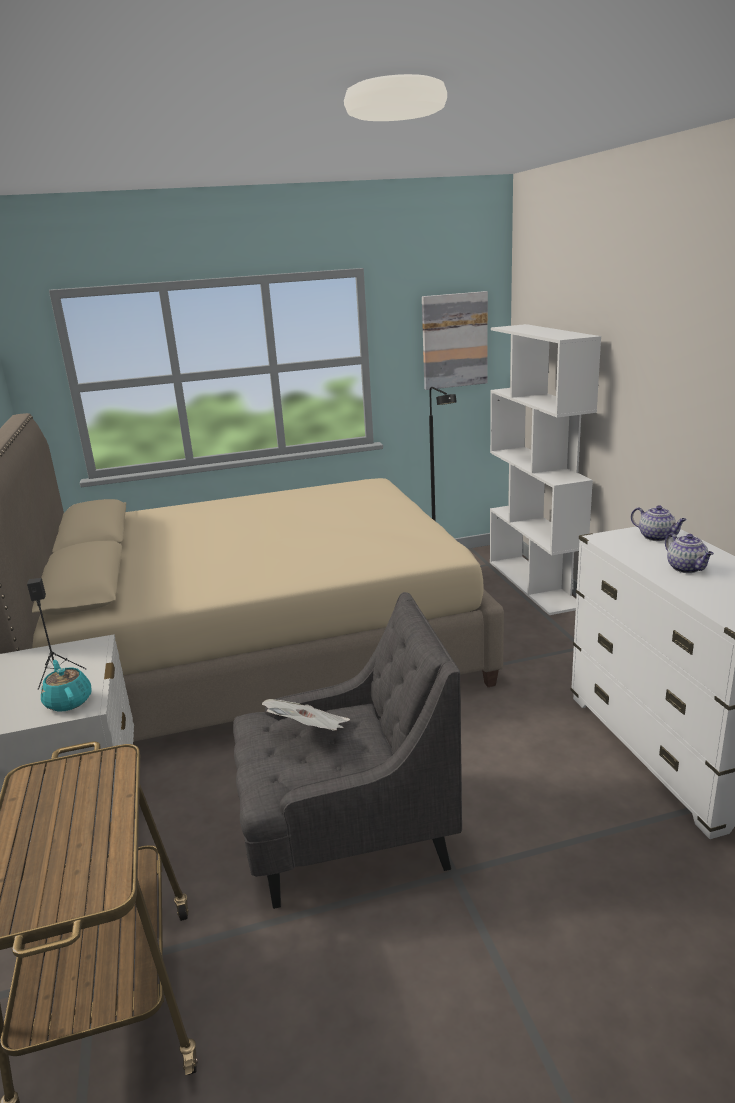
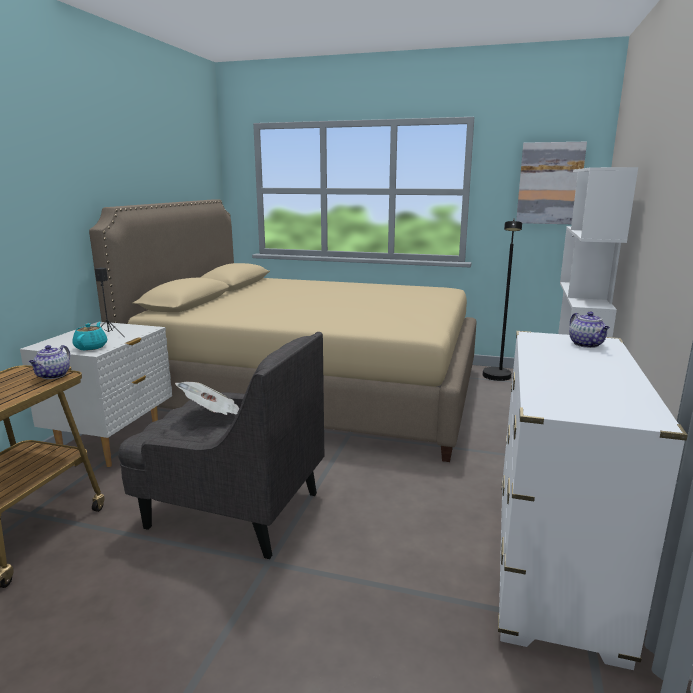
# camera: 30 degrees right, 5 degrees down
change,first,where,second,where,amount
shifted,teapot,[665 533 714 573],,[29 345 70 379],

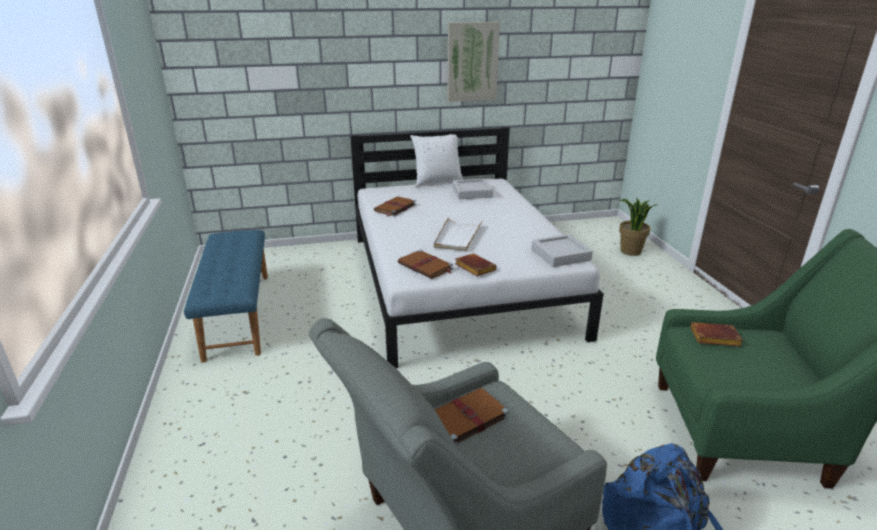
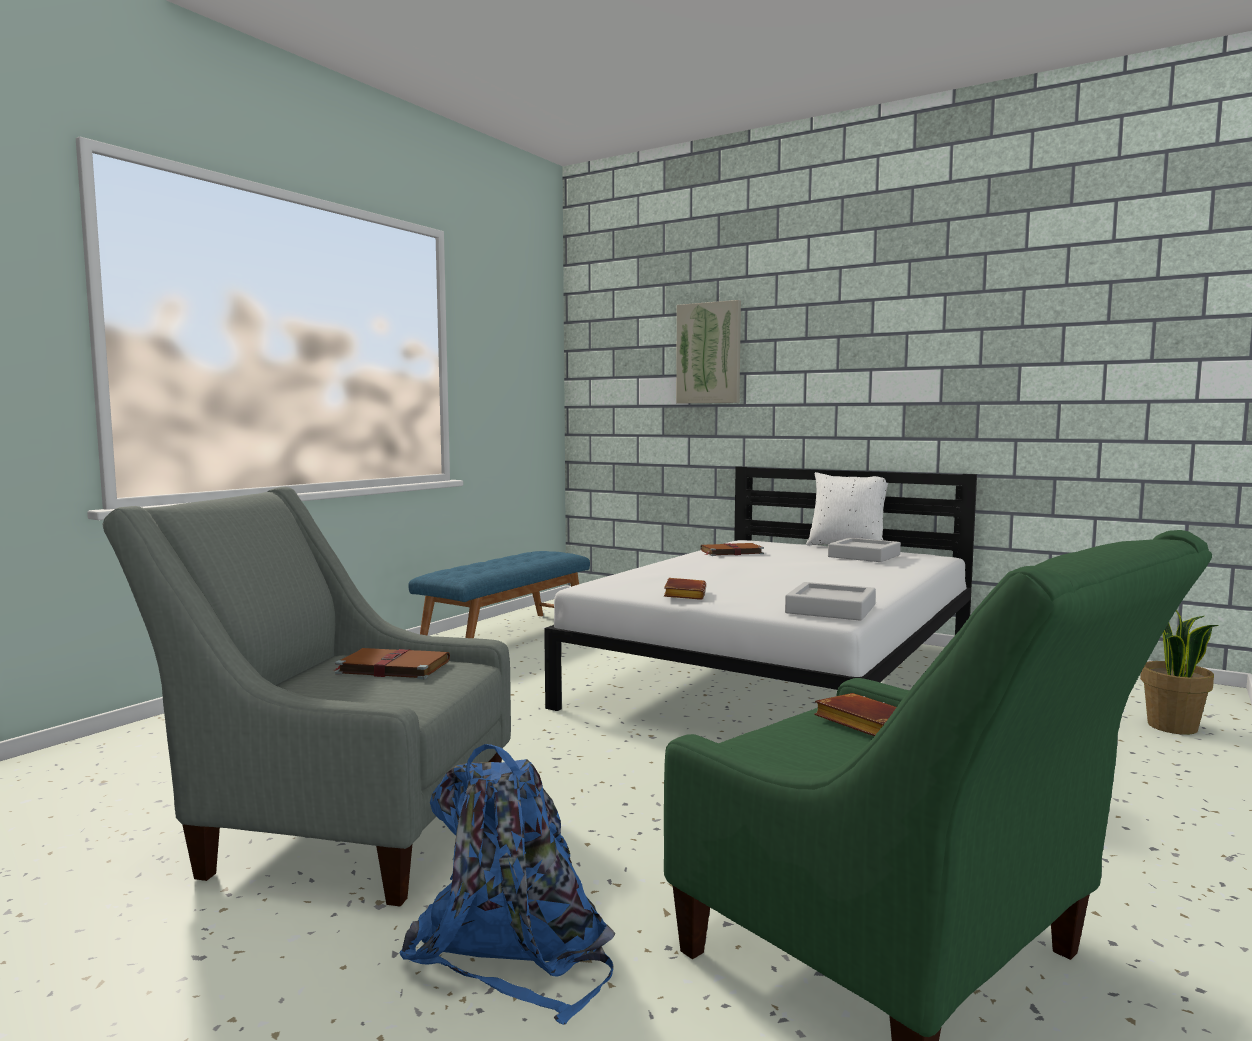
# camera: 45 degrees right, 20 degrees down
change,first,where,second,where,amount
gone,brown-coloured bound book,[398 250 453 279],,,
gone,whitish serving tray,[434 217 482 251],,,
shifted,wall art,[447 22 500 102],,[676 300 741 403],

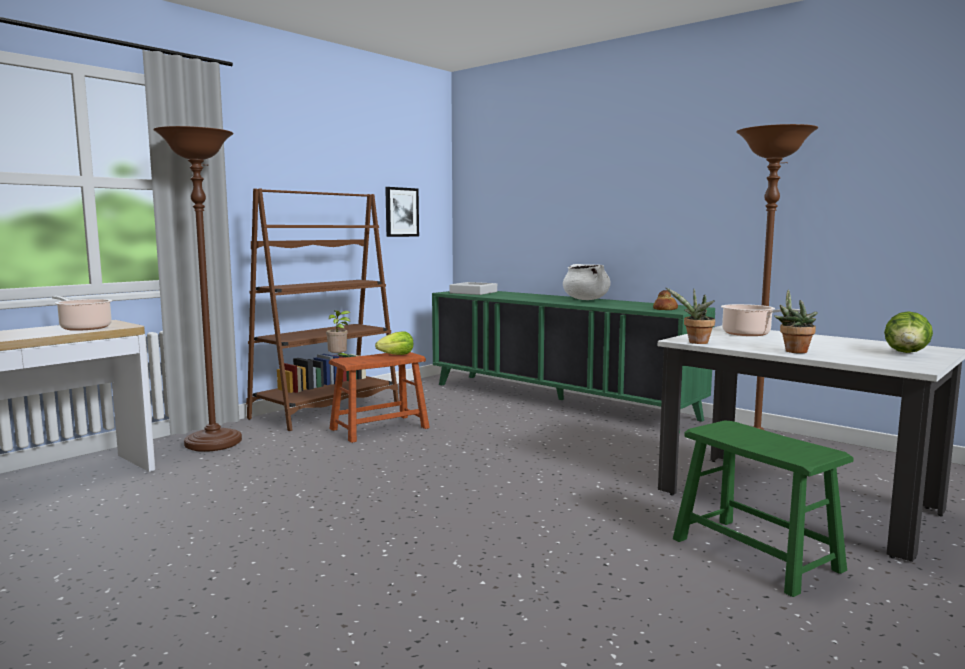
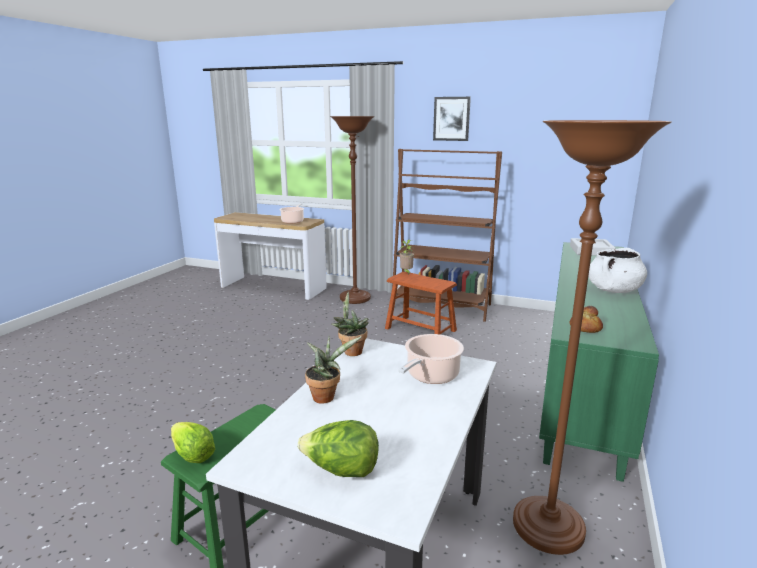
# camera: 70 degrees right, 10 degrees up
change,first,where,second,where,amount
shifted,lettuce,[375 331 413 355],,[171 422 215 463],
shifted,wall art,[385 187 419 237],,[433 97 471 141],

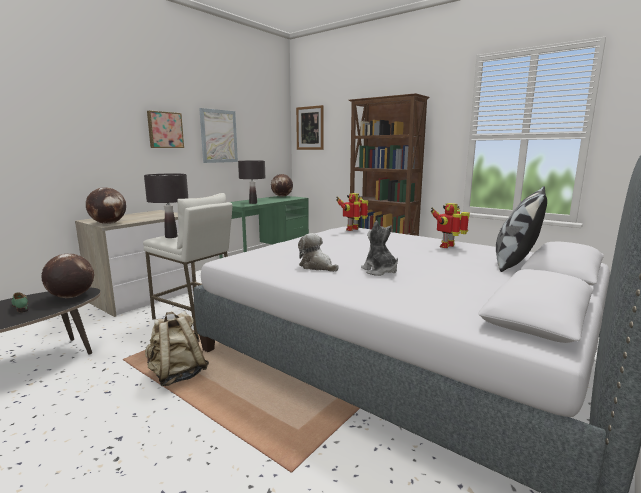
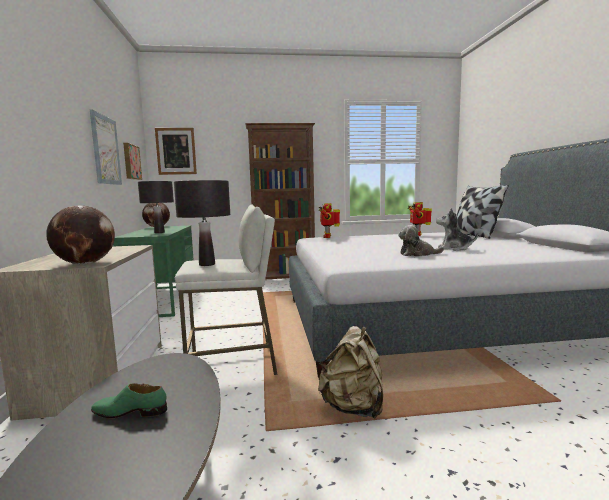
# camera: 45 degrees left, 5 degrees down
change,first,where,second,where,amount
gone,globe,[41 254 94 298],,,
shifted,wall art,[147 111 184 148],,[123 143 142 180],

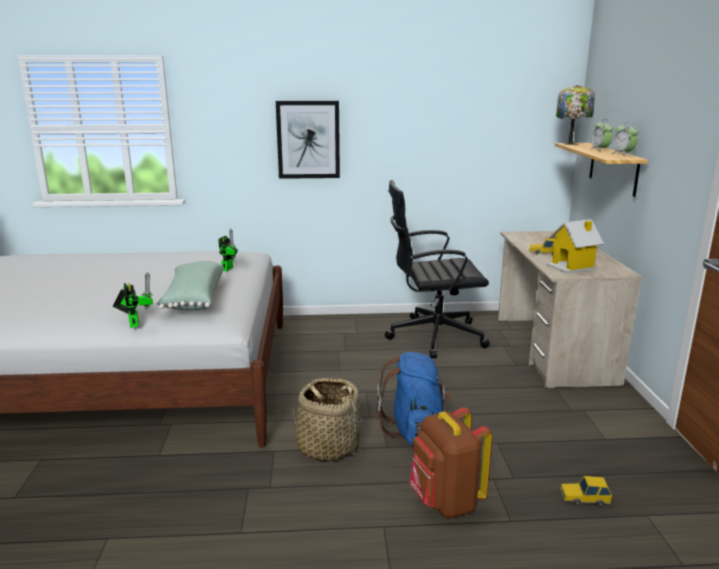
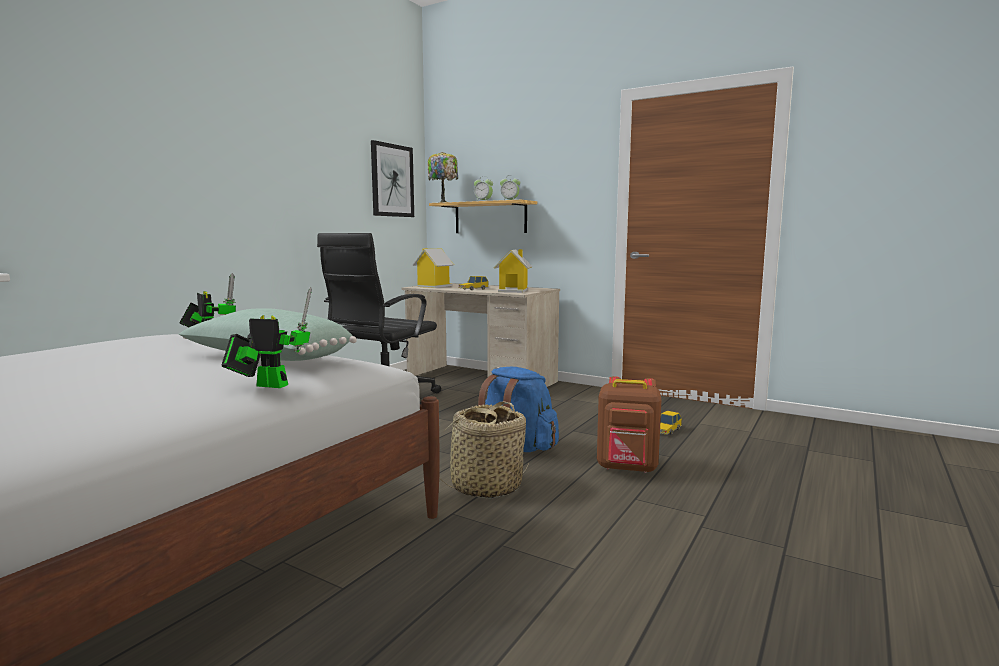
# camera: 55 degrees left, 10 degrees down
change,first,where,second,where,amount
shifted,wall art,[276 101 340 179],,[371 140 414 217],
new,,,miniature house,[412 248 454 288],

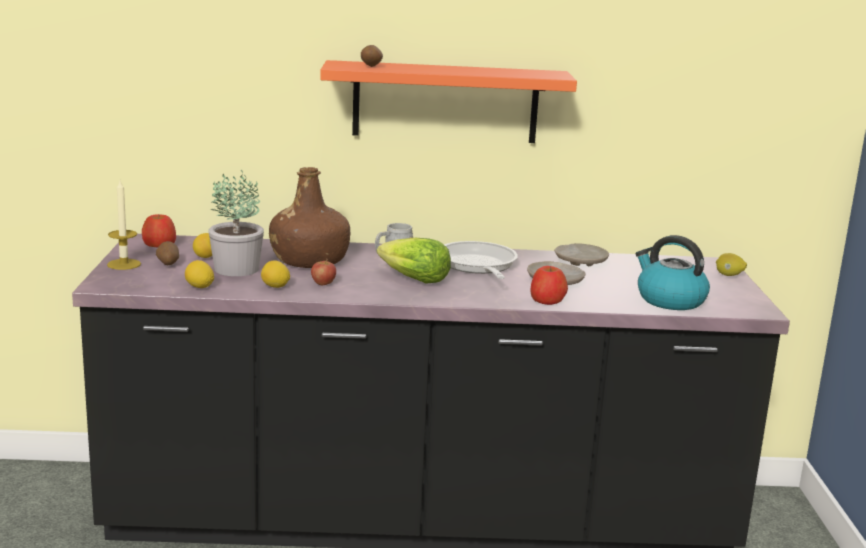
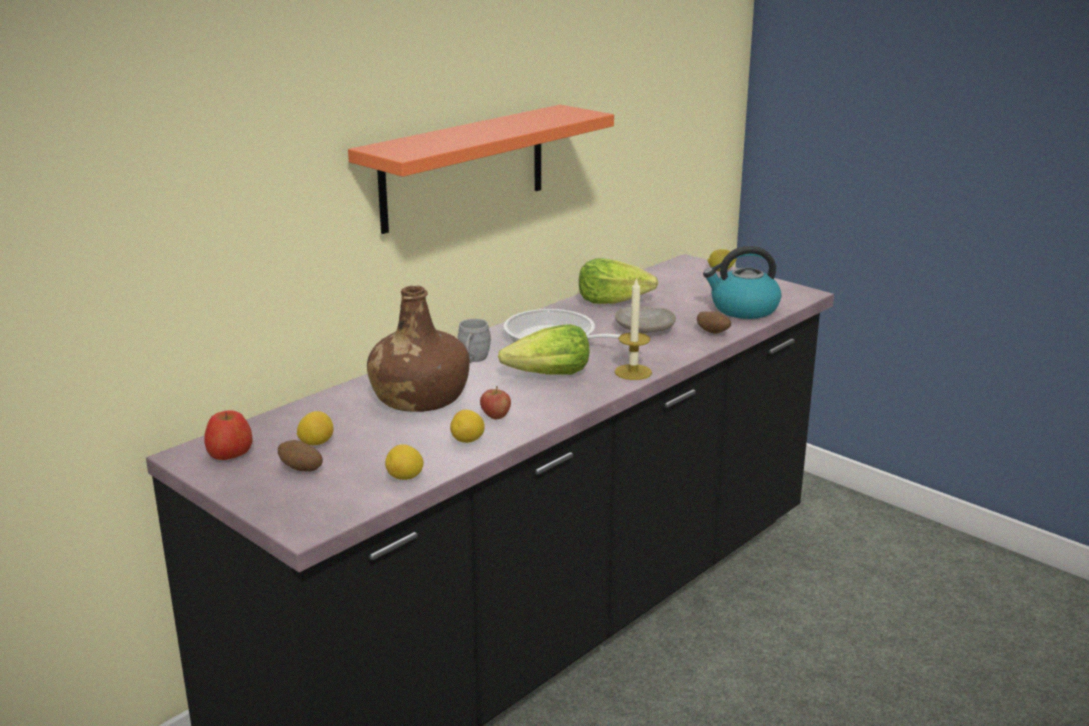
# camera: 45 degrees left, 5 degrees up
change,first,where,second,where,amount
shifted,wax candle,[107 181 141 270],,[615 277 652 380],
gone,plant in a pot,[208 170 264 276],,,
shifted,potato,[361 45 383 67],,[697 311 731 334],
gone,apple,[530 266 568 305],,,
swapped,beige-coloured flat dish,[554 243 609 267],lettuce,[579 258 658 304],

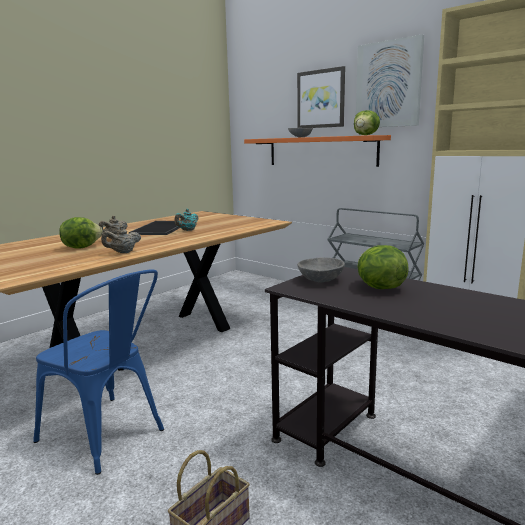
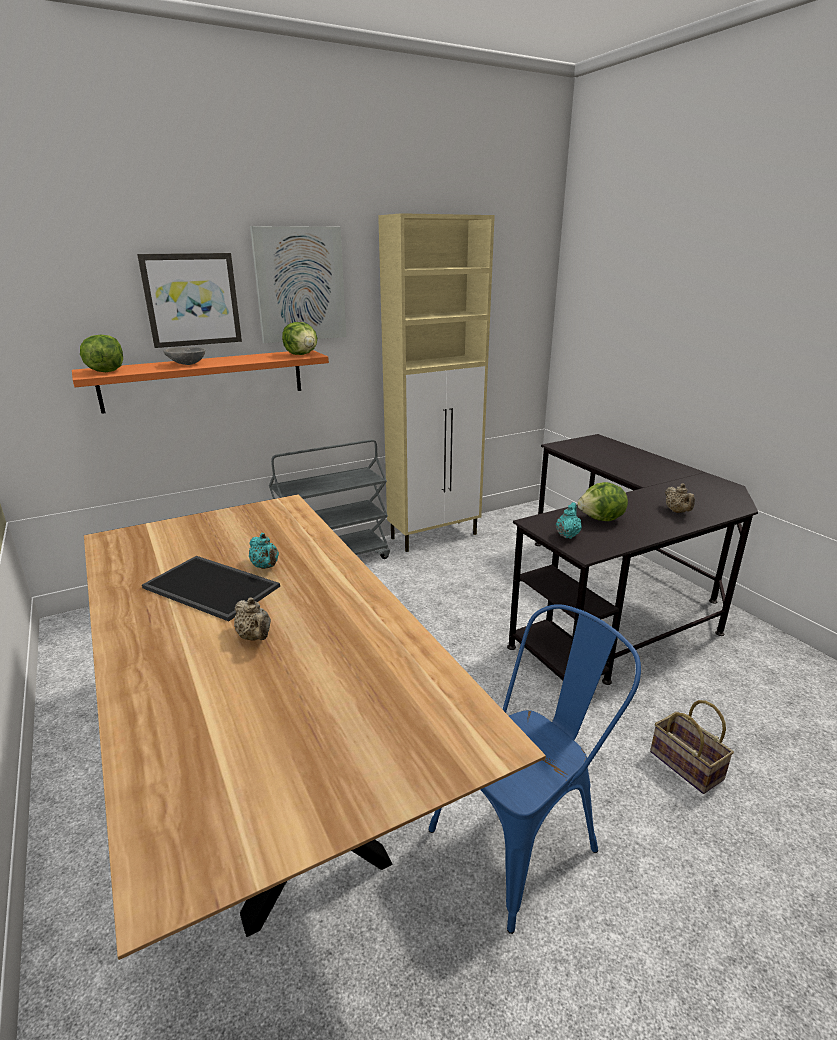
# camera: 70 degrees left, 10 degrees up
change,first,where,second,where,amount
shifted,lettuce,[59 217 103 249],,[80 335 123 372],
shifted,beige-coloured teapot,[101 226 141 253],,[665 483 695 513],
swapped,gray deep dish,[297 257 345 283],turquoise teapot,[556 502 582 539],

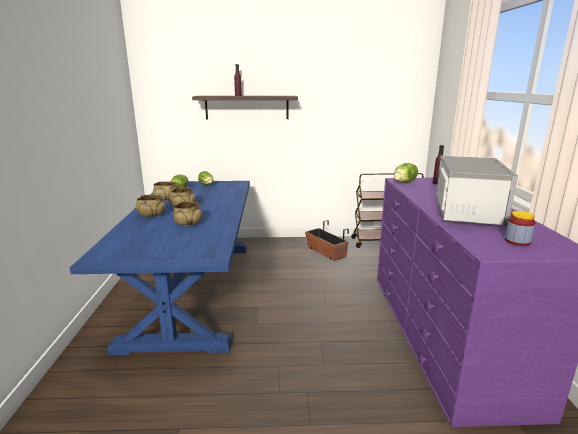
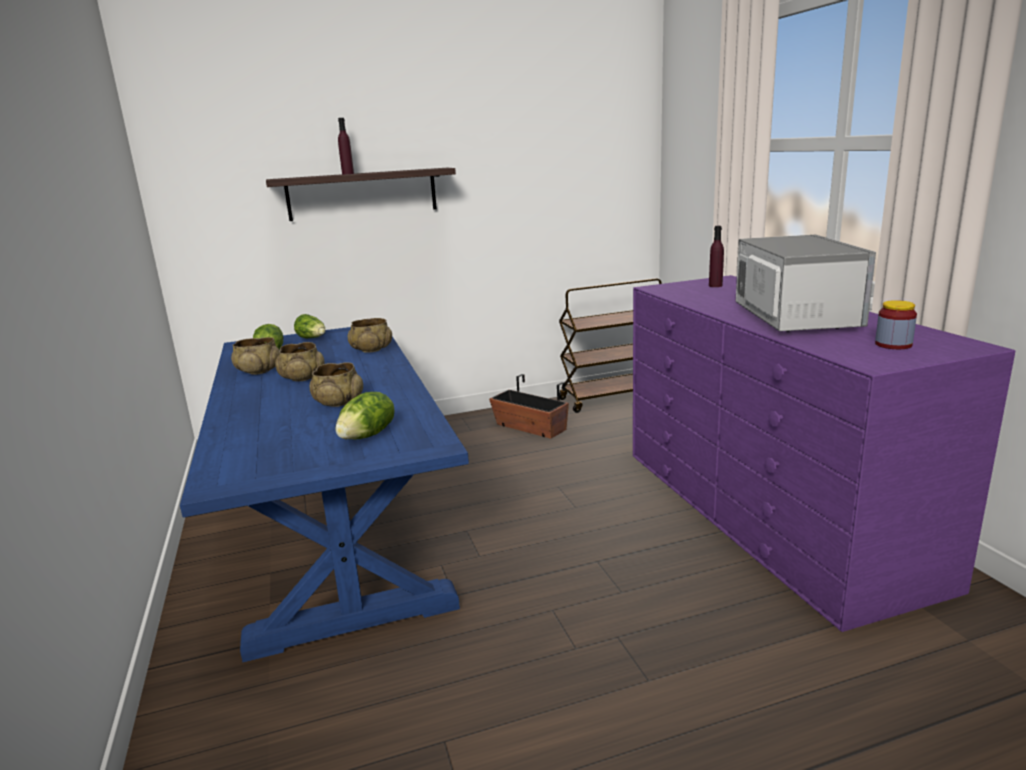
# camera: 15 degrees left, 0 degrees up
change,first,where,second,where,amount
shifted,beige-coloured deep dish,[136 194 166 217],,[348 318 392 353],
shifted,lettuce,[394 163 418 183],,[336 392 394 440],

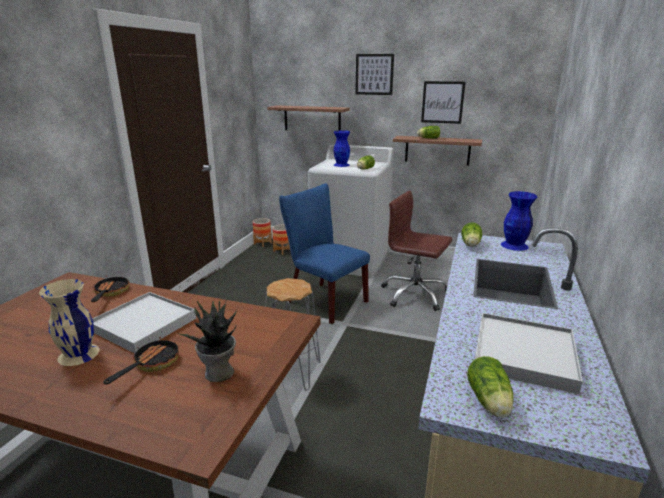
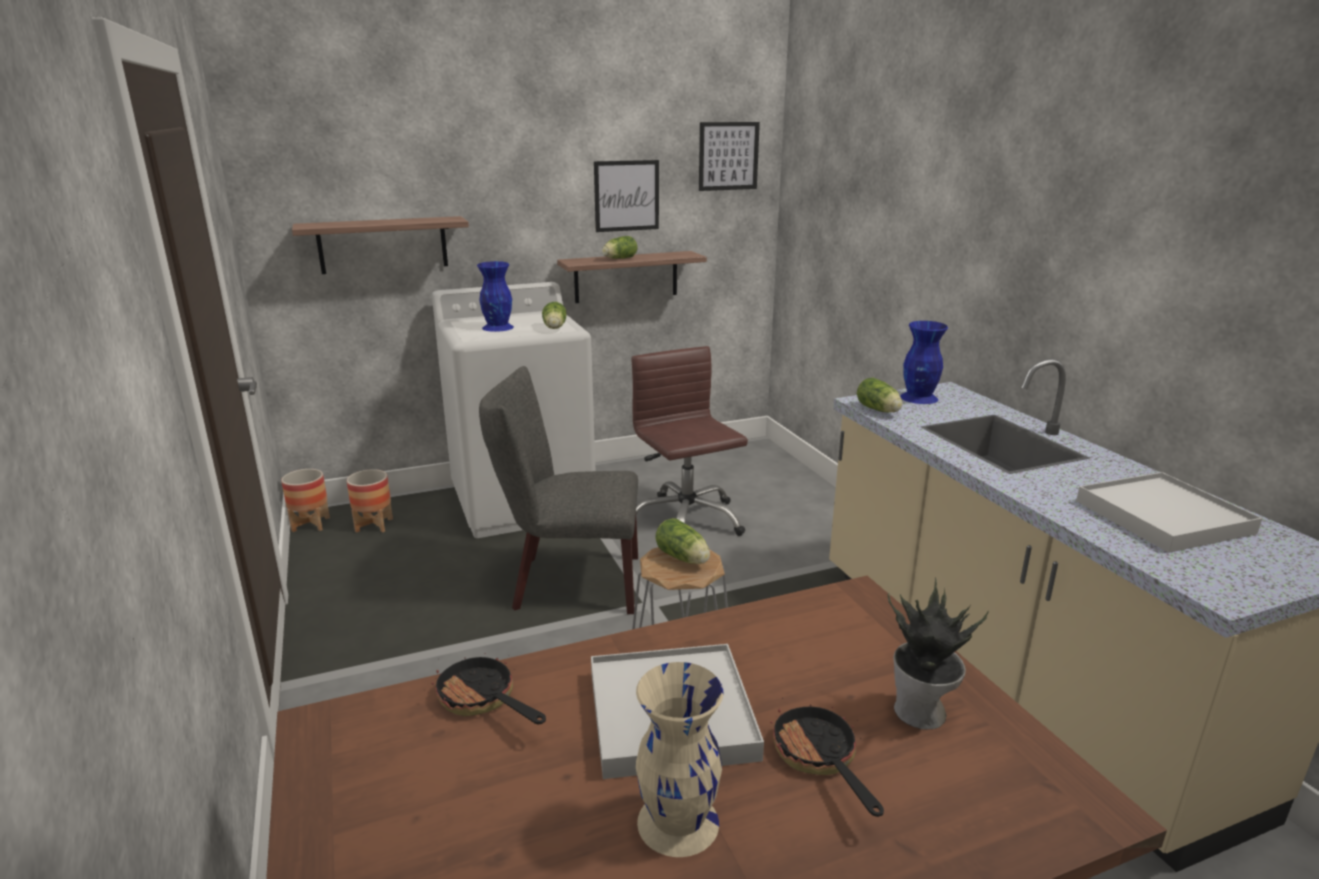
# camera: 40 degrees left, 0 degrees up
change,first,where,second,where,amount
repainted,blue-coloured upright chair,[279 183 370 324],gray upright chair,[479 366 638 614],
shifted,wall art,[355 54 394 95],,[699 122 760 191],
rotated,brown-coloured computer chair,[381 191 452 311],,[631 346 748 536],75 degrees clockwise
shifted,lettuce,[467 356 514 418],,[655 518 710 564],

